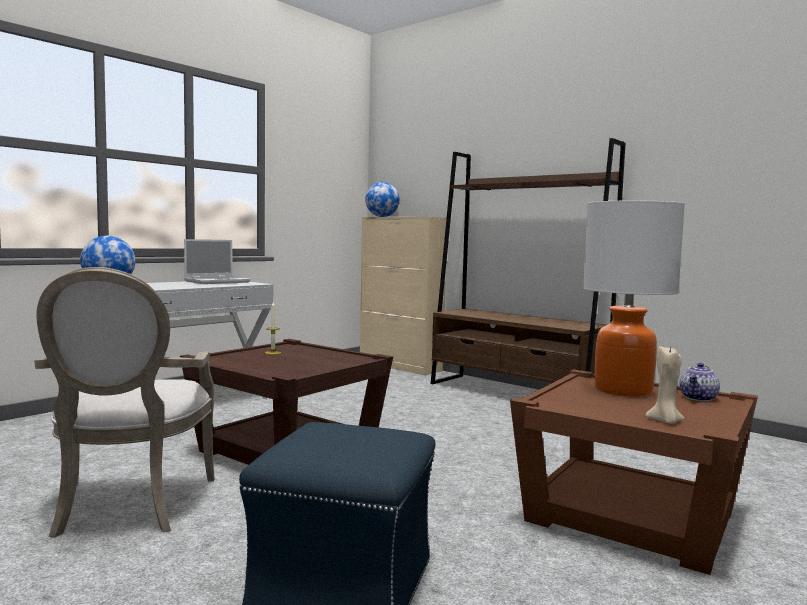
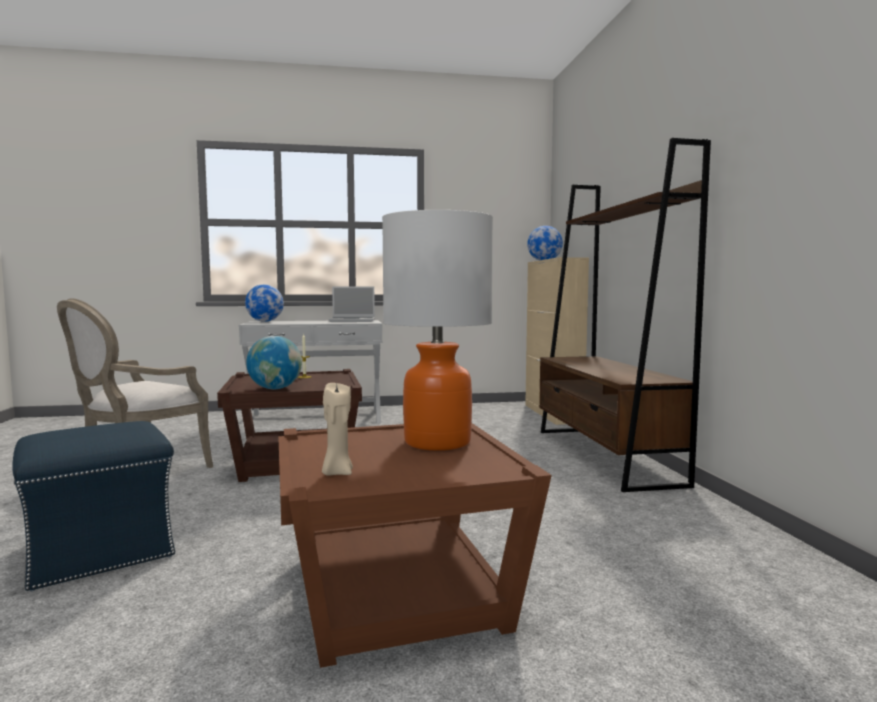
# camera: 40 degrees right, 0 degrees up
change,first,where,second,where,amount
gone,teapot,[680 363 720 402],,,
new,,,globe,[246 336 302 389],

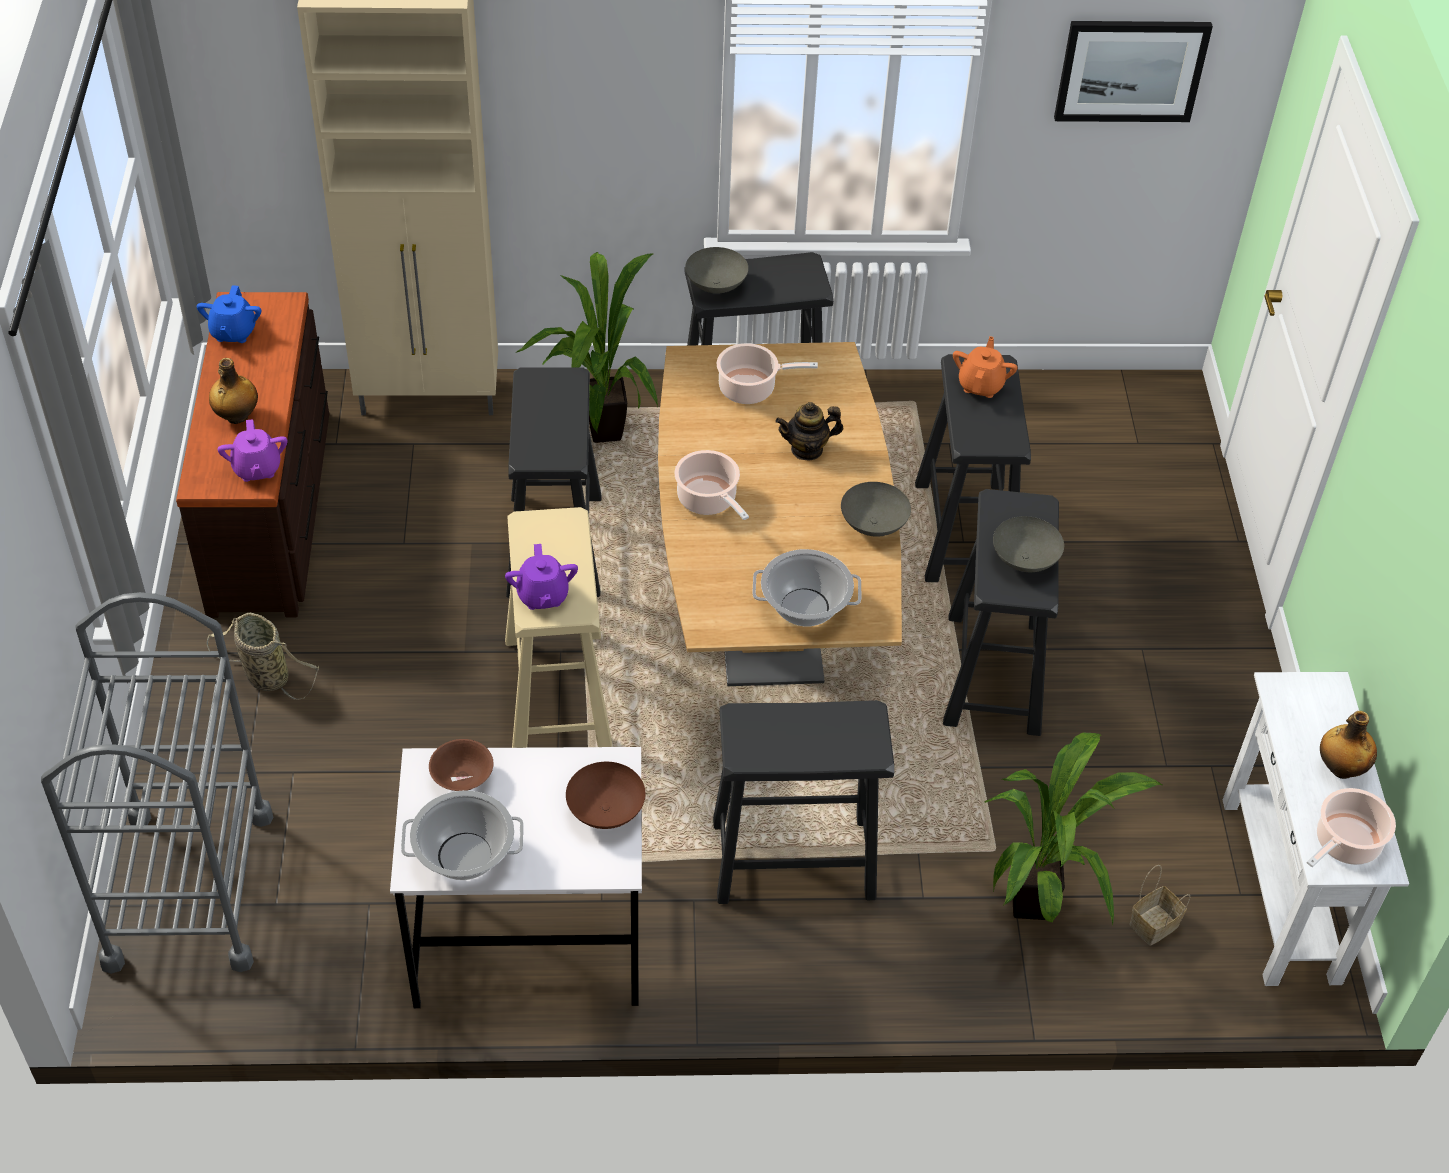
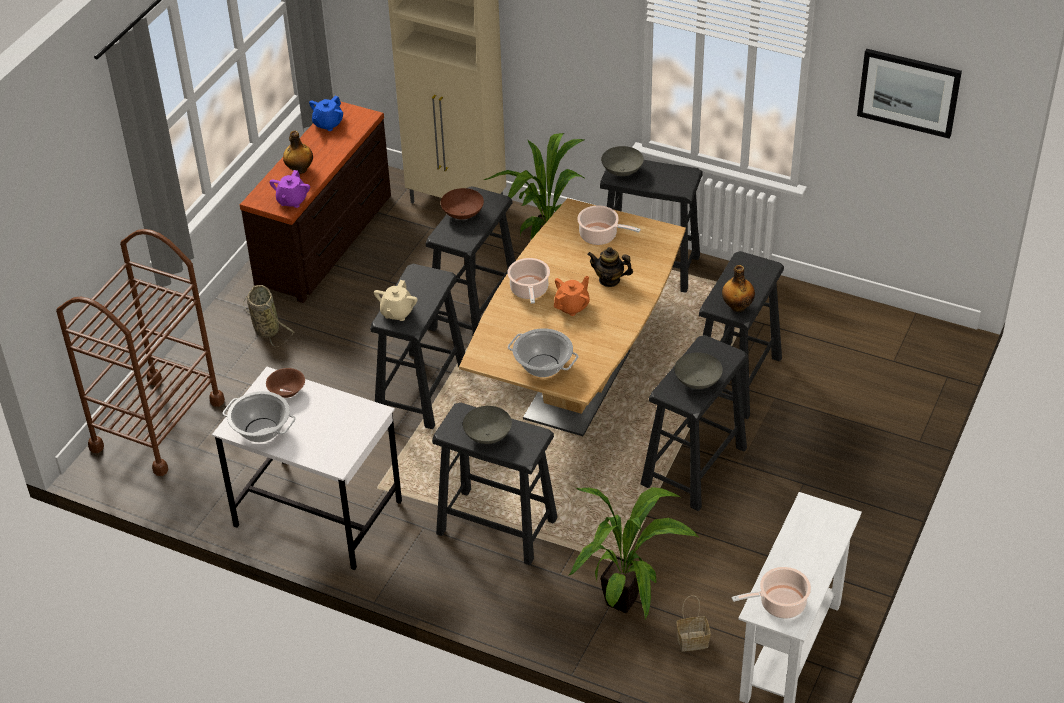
# camera: 30 degrees right, 5 degrees down
change,first,where,second,where,amount
repainted,gray wheeled cart,[41 592 274 974],brown-coloured wheeled cart,[56 229 225 476],
repainted,beige-coloured sitting stool,[505 507 612 748],black sitting stool,[370 264 465 429],
repainted,purplish teapot,[505 544 578 610],beige-coloured teapot,[374 280 418 321],
shifted,brown-coloured deep dish,[566 762 645 829],,[441 188 484 220],
shifted,gray deep dish,[841 482 911 537],,[463 406 512 444],
shifted,orange-coloured teapot,[953 336 1018 398],,[554 276 590 316],
shifted,drink bottle,[1320 711 1377 779],,[722 265 755 312],

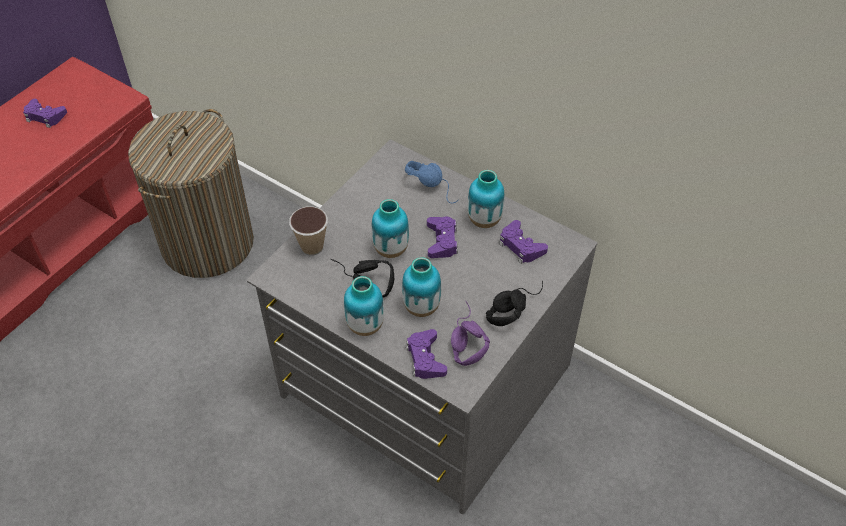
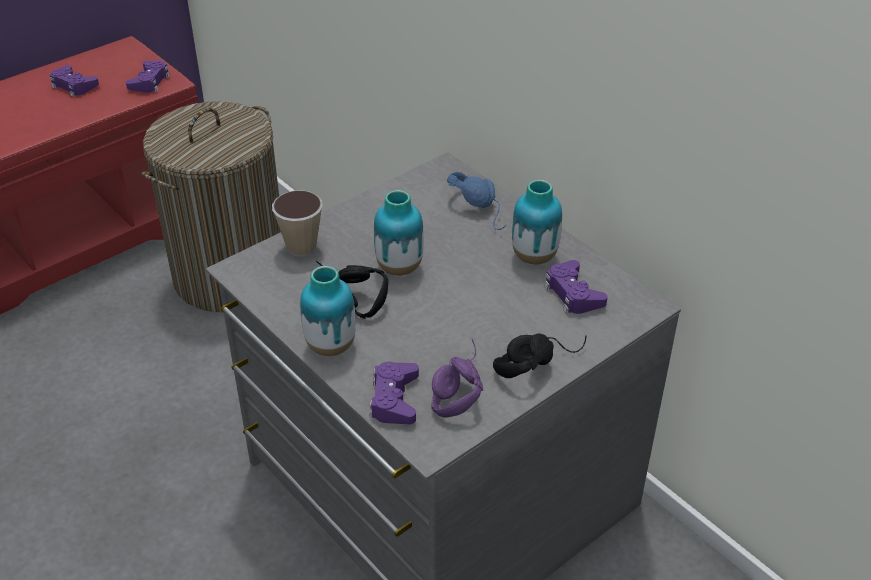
# camera: 15 degrees right, 10 degrees down
change,first,where,second,where,amount
gone,vase,[402 257 441 317],,,
shifted,purplish joypad,[427 216 458 258],,[126 60 170 93],

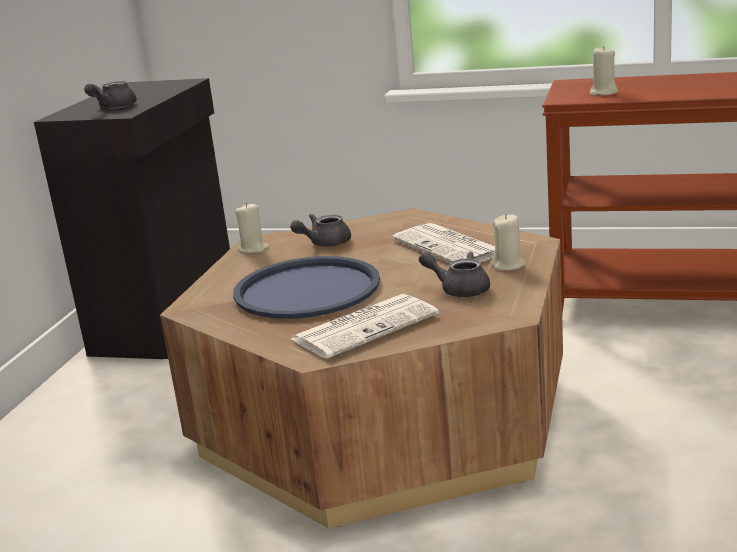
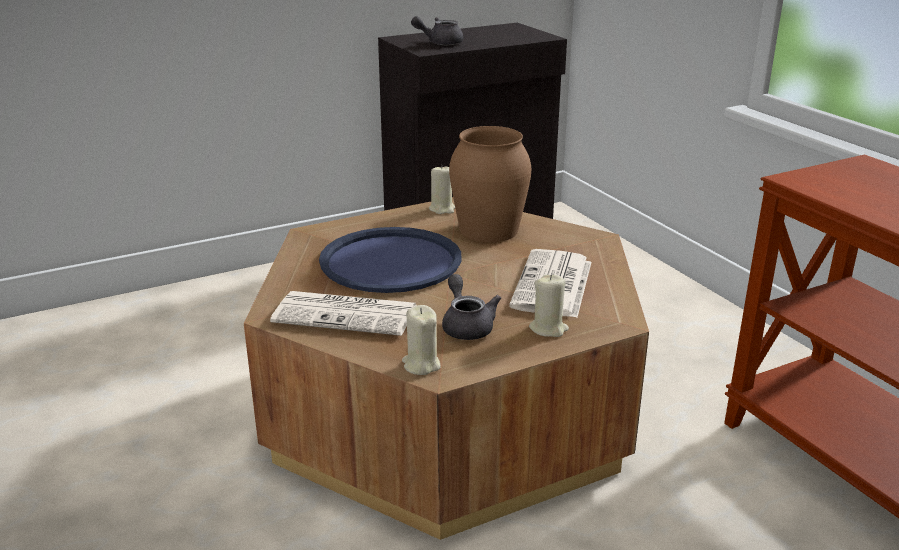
# camera: 45 degrees right, 5 degrees up
change,first,where,second,where,amount
swapped,gray teapot,[290 214 351 247],brown-coloured vase,[449 126 531 242],
shifted,beige-coloured wax candle,[590 46 618 96],,[402 305 441 375],

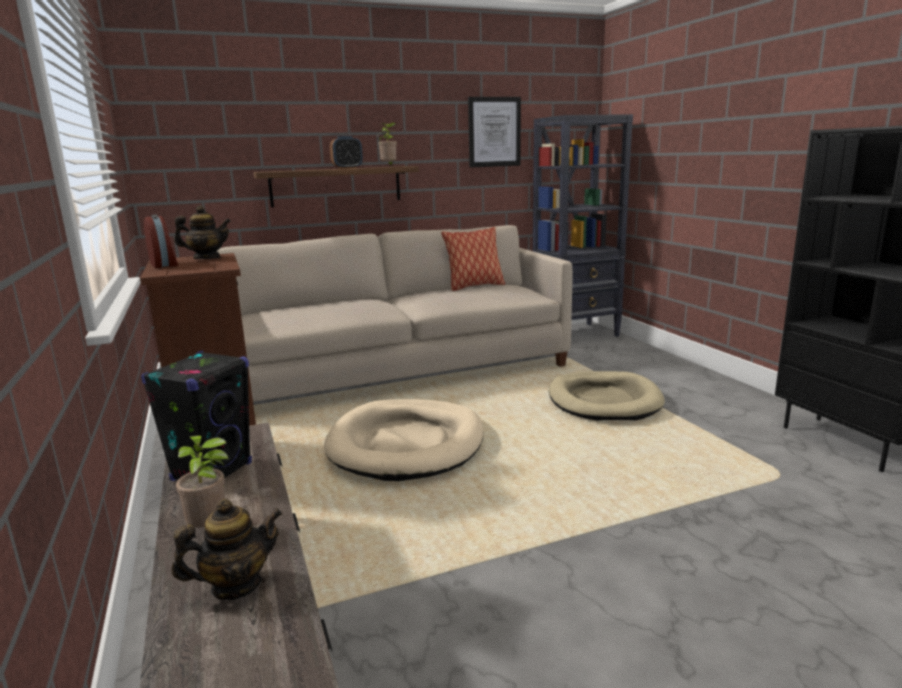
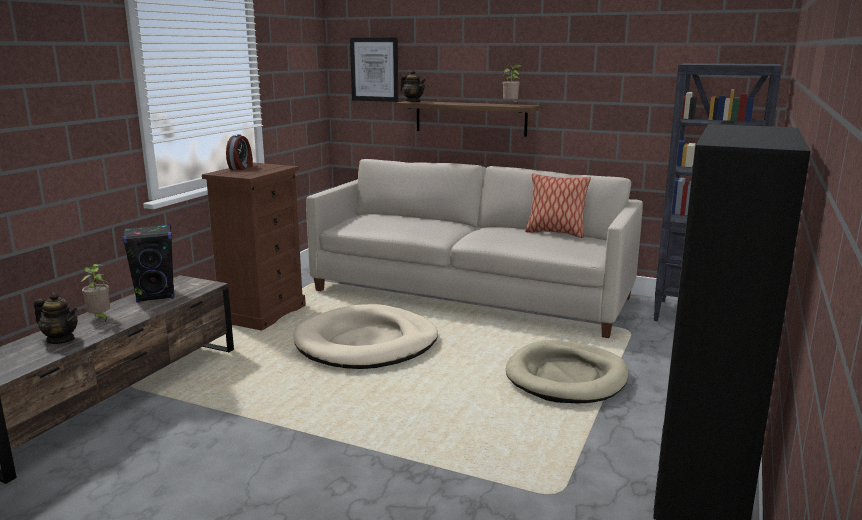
# camera: 45 degrees right, 0 degrees up
change,first,where,second,where,amount
shifted,teapot,[174 205 231 259],,[400 70 426 102],
gone,alarm clock,[330 136 363 169],,,
shifted,wall art,[468 97 521 167],,[350 37 398 102],

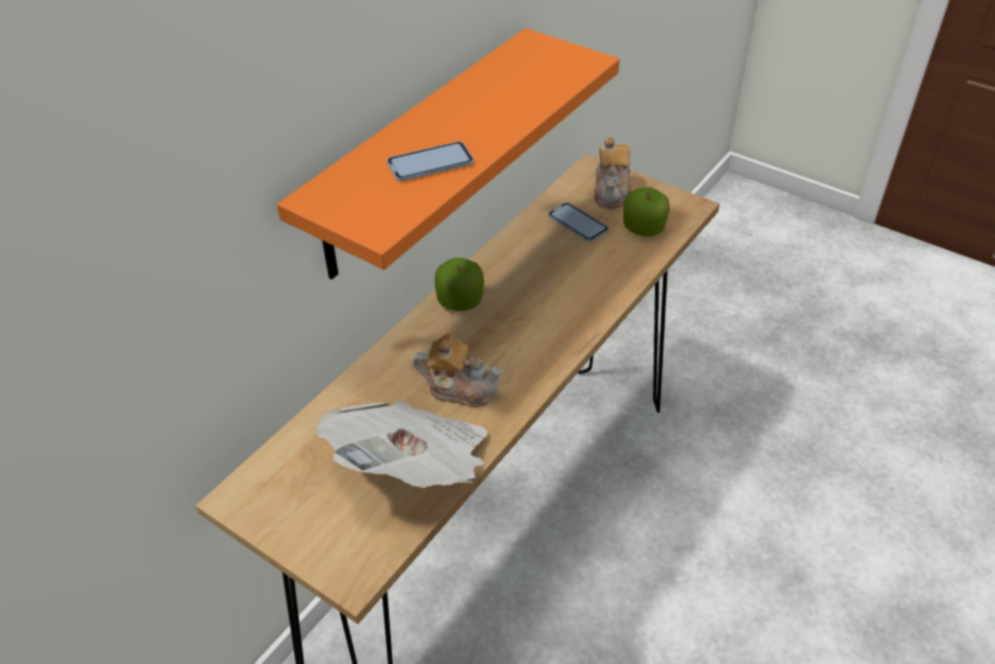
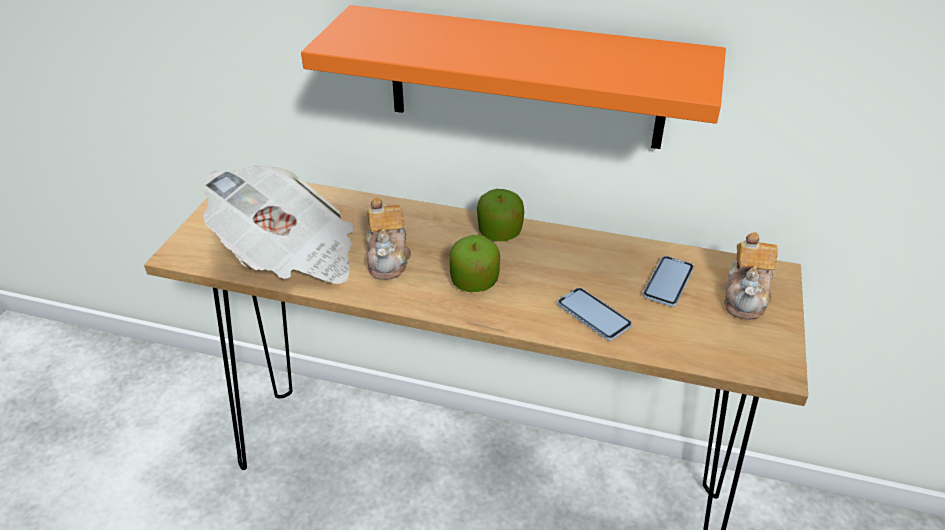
# camera: 70 degrees right, 5 degrees down
change,first,where,second,where,amount
shifted,phone,[387 141 474 181],,[557 288 632 341],
rotated,teapot,[594 137 631 209],,[724 232 778 320],60 degrees counterclockwise
shifted,apple,[623 187 670 237],,[449 235 500 292],

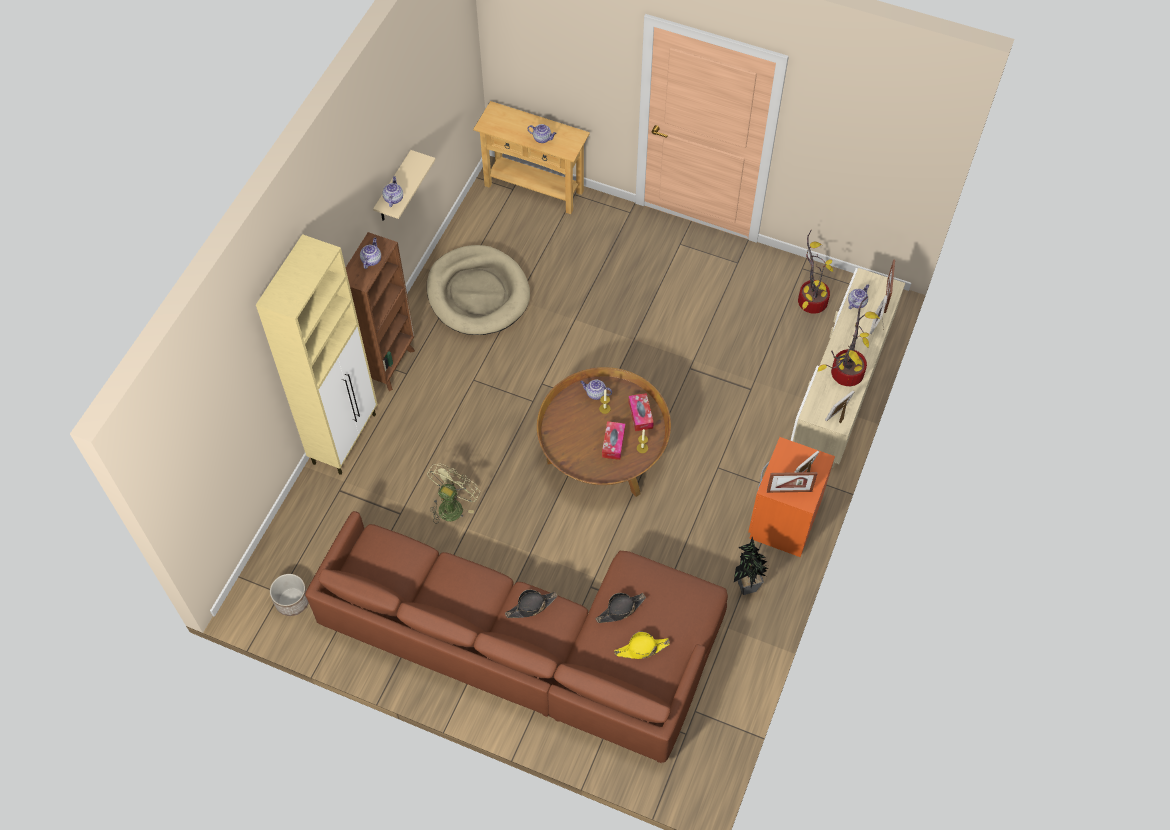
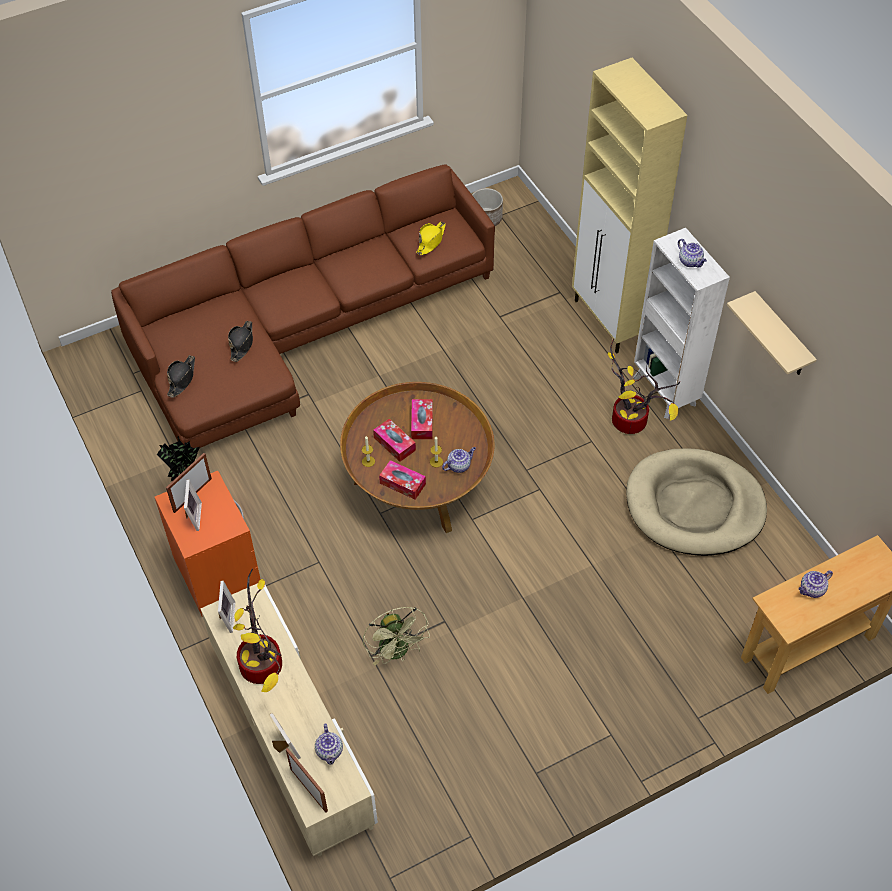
# camera: 130 degrees right, 5 degrees down
change,first,where,second,where,amount
repainted,brown-coloured bookcase,[346 232 415 391],whitish bookcase,[633 228 730 419],
gone,teapot,[382 176 403 207],,,
shifted,green-coloured cooling fan,[427 464 480 524],,[363 607 430 666],
shifted,black clothing hat,[505 589 557 618],,[167 355 195 398],
shifted,yellow clothing hat,[614 632 670 659],,[416 221 446 255],
shifted,plant in a pot,[798 229 833 314],,[608 339 680 434],
new,,,box of tissues,[411 399 433 439],

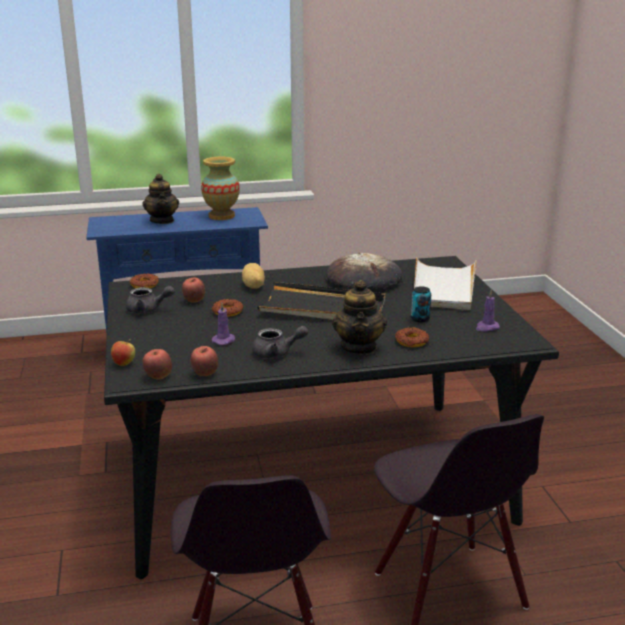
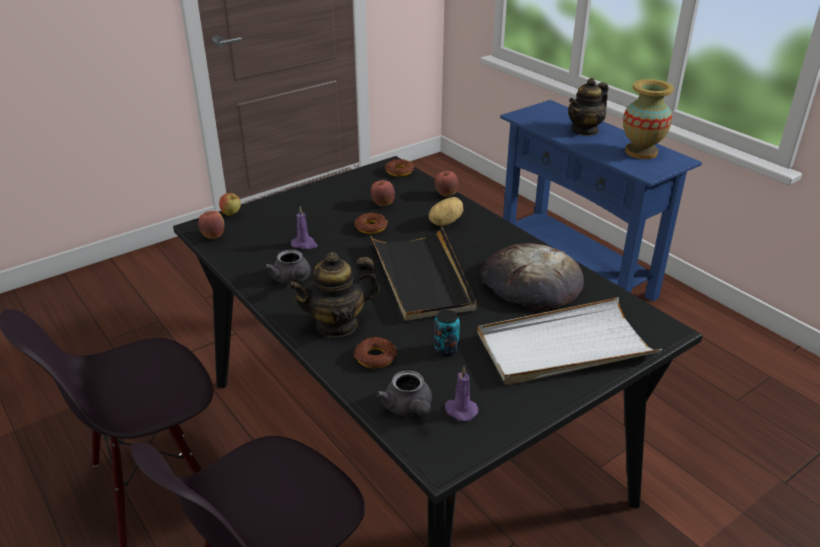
# camera: 65 degrees right, 10 degrees up
change,first,where,second,where,amount
shifted,gray teapot,[126 286 175 314],,[376 370 432 416],
shifted,apple,[190 346 218 376],,[435 171 459 197],

